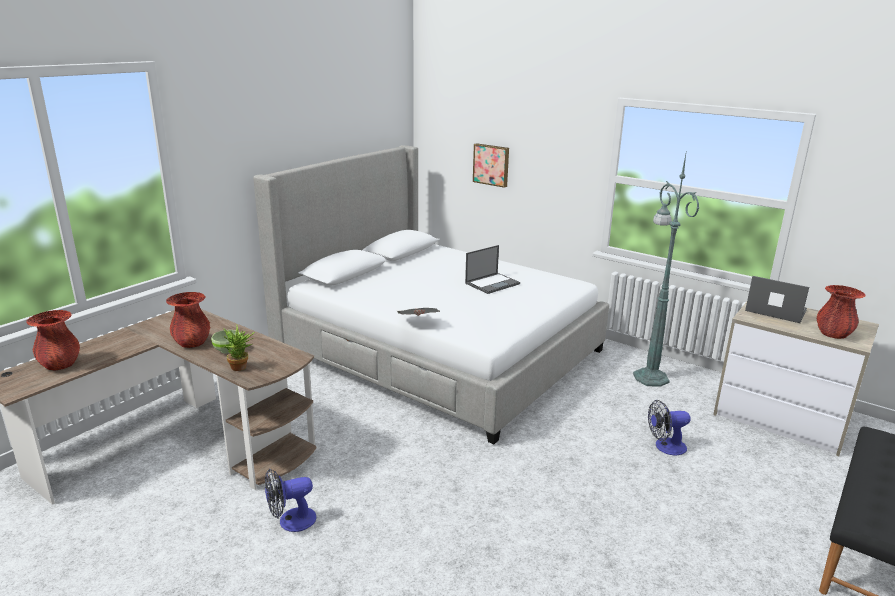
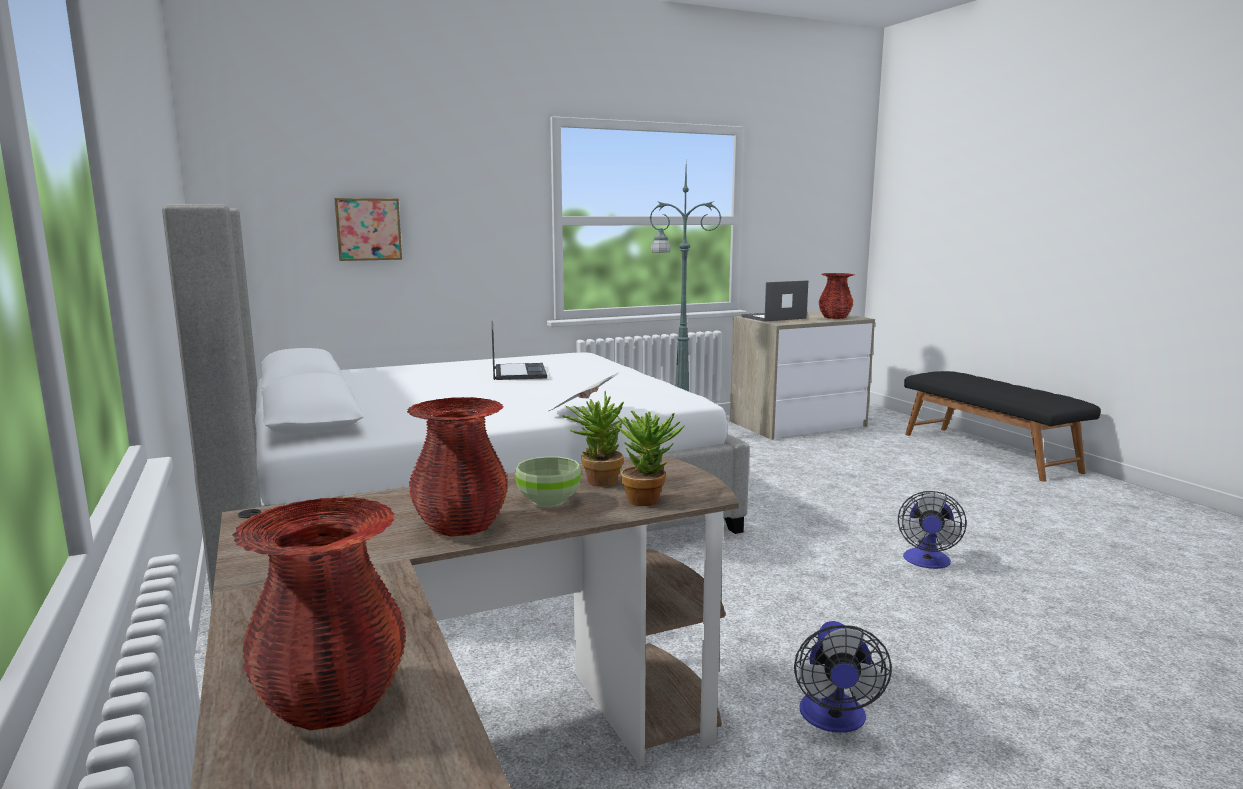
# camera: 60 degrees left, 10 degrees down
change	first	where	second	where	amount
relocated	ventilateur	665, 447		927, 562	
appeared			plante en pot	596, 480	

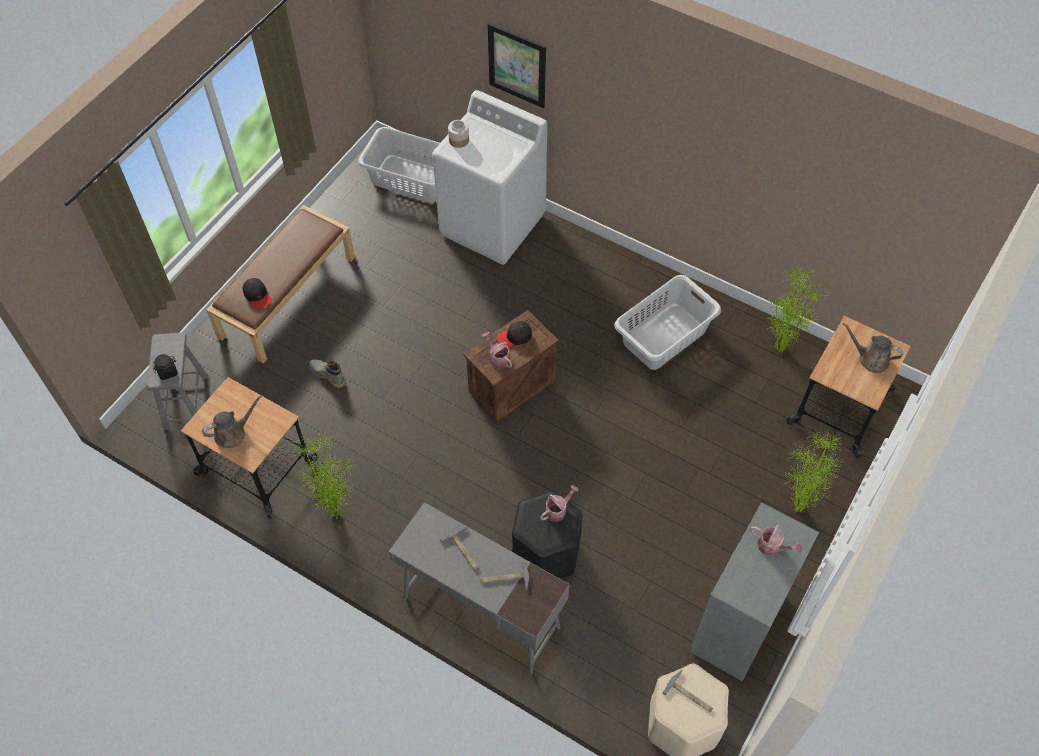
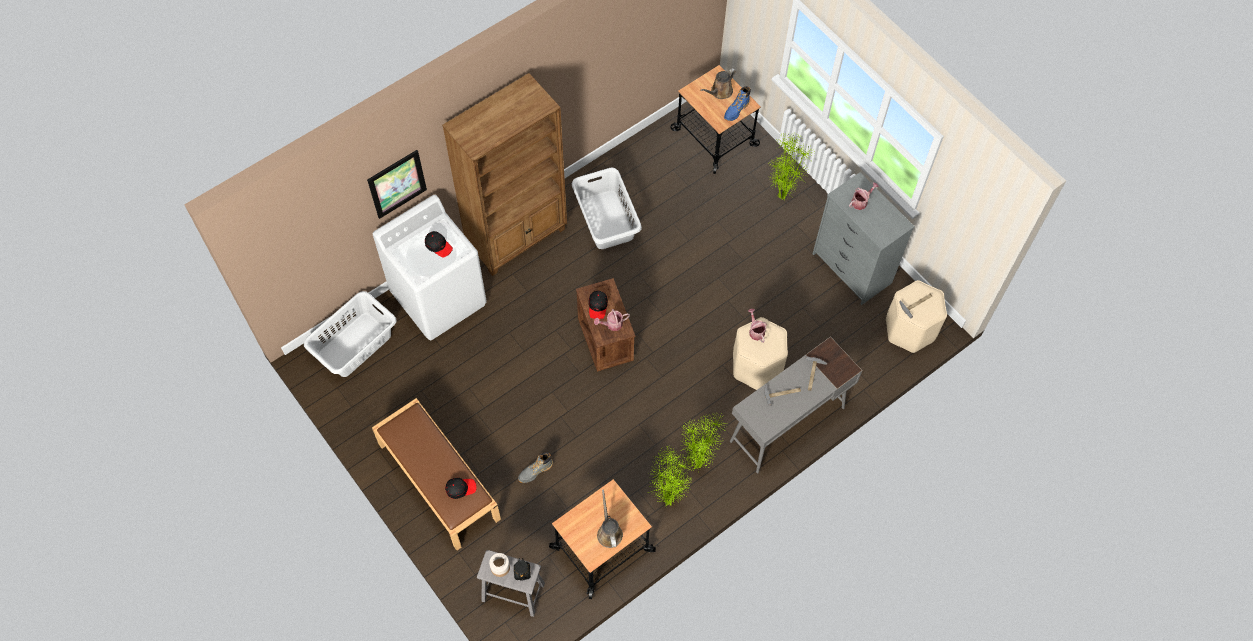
# camera: 70 degrees left, 5 degrees up
change	first	where	second	where	amount
relocated	bocal	458, 140		500, 567	
colour	tabouret (noir)	546, 553	tabouret (beige)	756, 366	
relocated	plante en pot	778, 350		698, 466	
appeared			casquette (noir)	438, 246	
appeared			bibliothèque (marron)	517, 237	
appeared			botte (bleu)	736, 110	

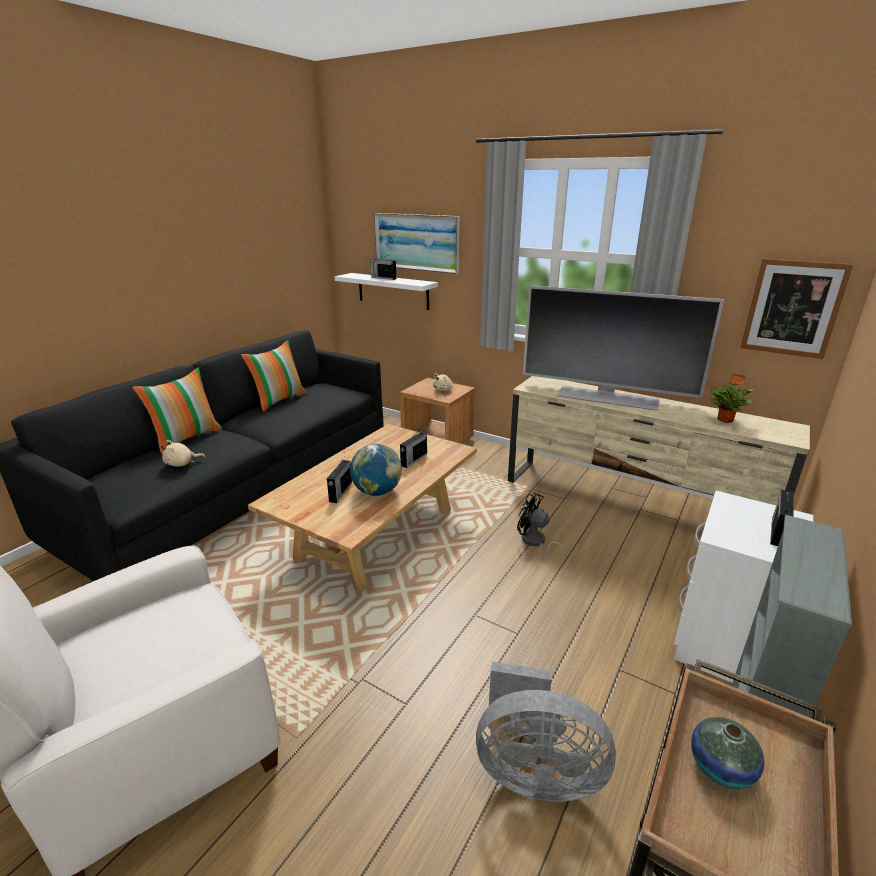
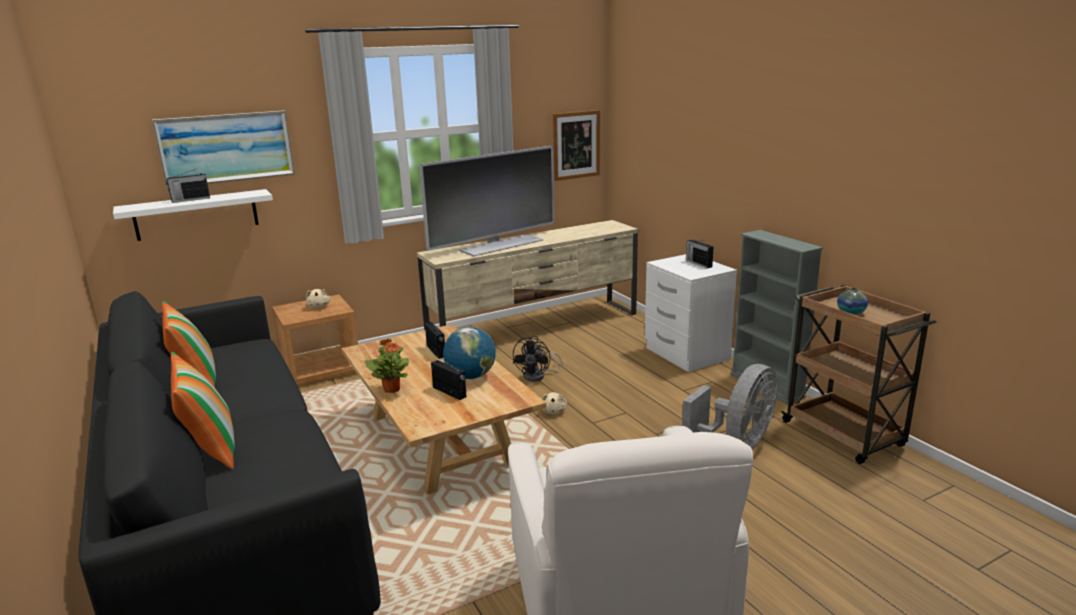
# camera: 60 degrees left, 5 degrees down
change	first	where	second	where	amount
relocated	peluche (beige)	181, 464		554, 411	
spun	ventilateur (noir)	535, 543		538, 376	45 degrees counterclockwise
relocated	plante en pot	725, 420		392, 389	

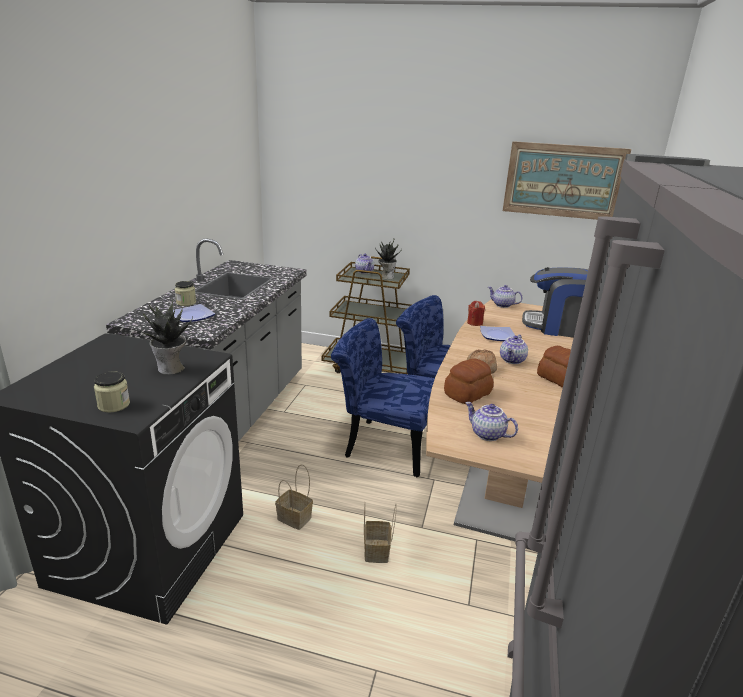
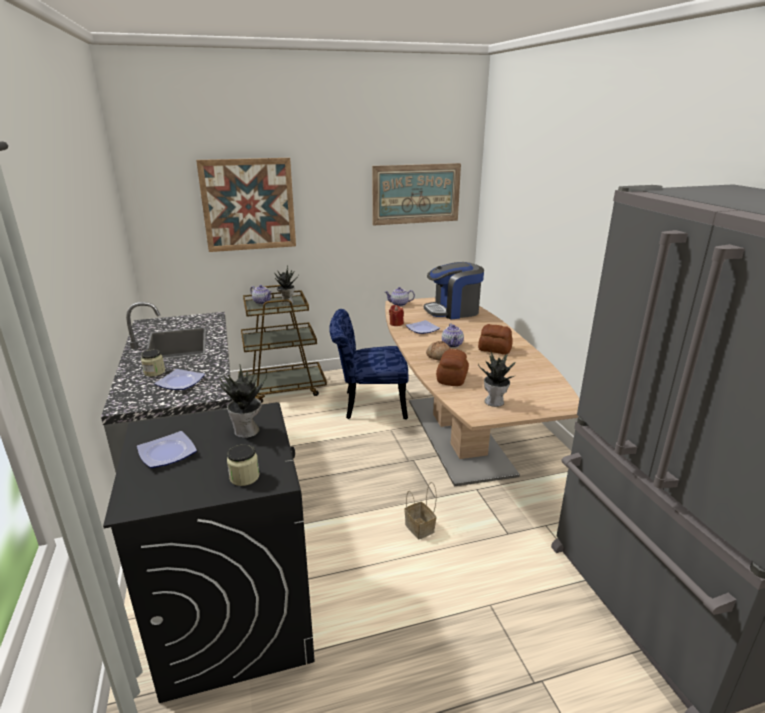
# camera: 30 degrees left, 0 degrees up
change	first	where	second	where	amount
missing	panier	295, 518			
missing	chaise (bleu)	382, 444			
exchanged	théière	487, 434	plante en pot	495, 402	
appeared			assiette	166, 453	
appeared			tableau	248, 205	

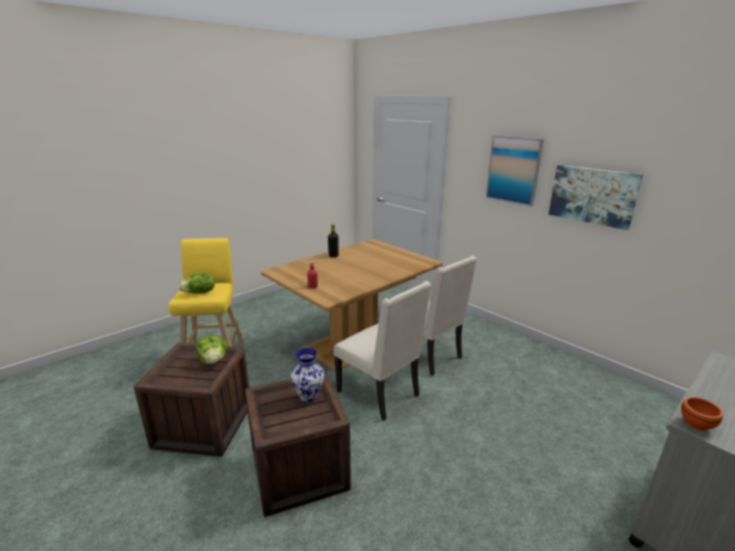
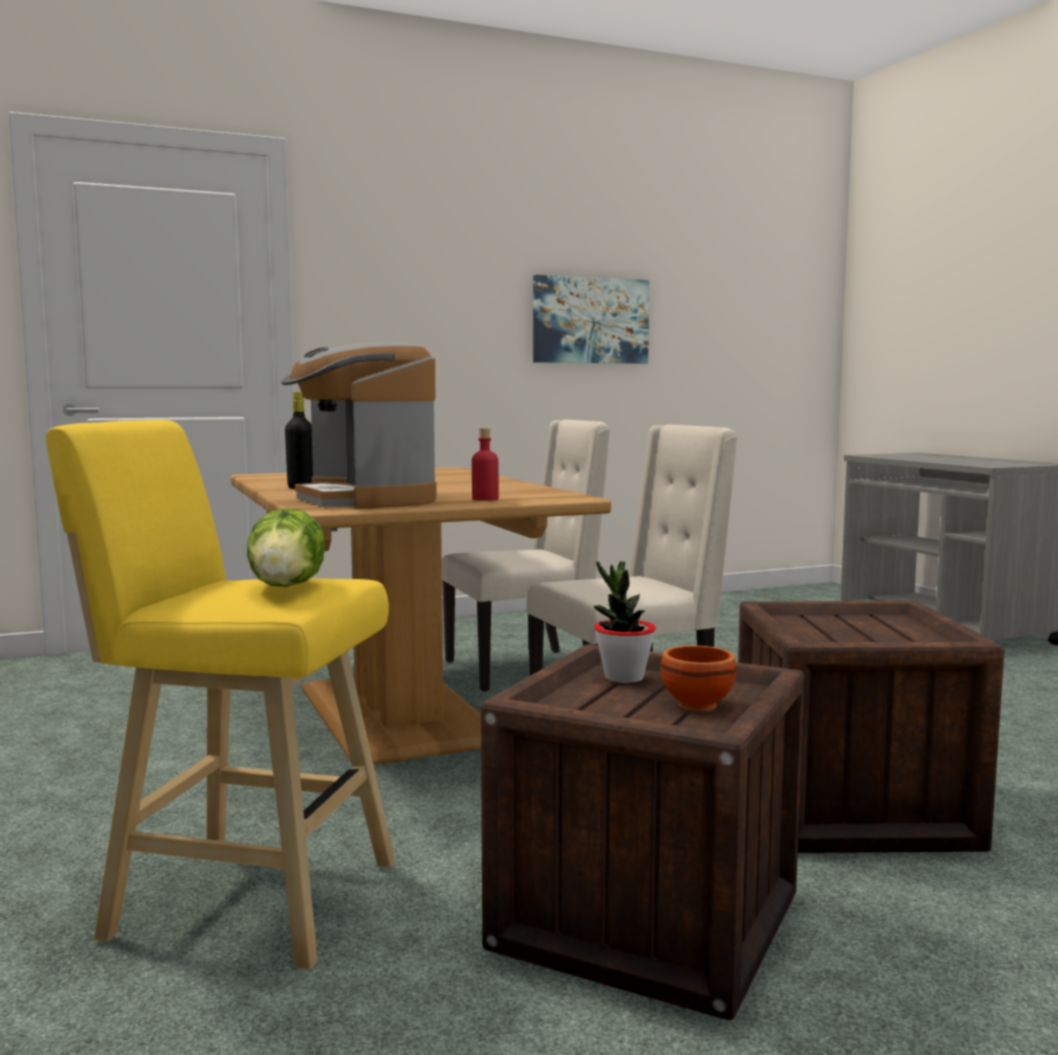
# camera: 70 degrees left, 15 degrees down
change	first	where	second	where	amount
exchanged	laitue	213, 361	plante en pot	623, 678	
missing	vase	309, 396			
missing	tableau	513, 170			
relocated	bol (marron)	695, 424		695, 704	
appeared			machine à café	364, 500	

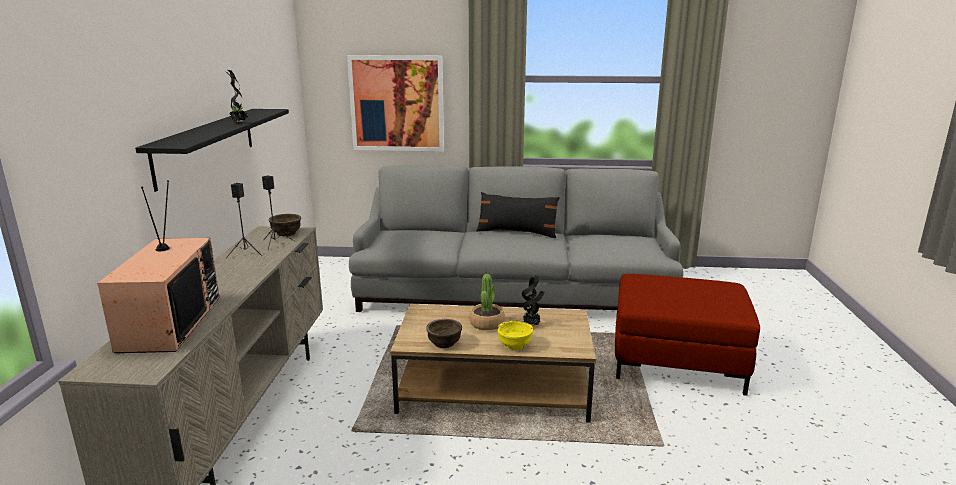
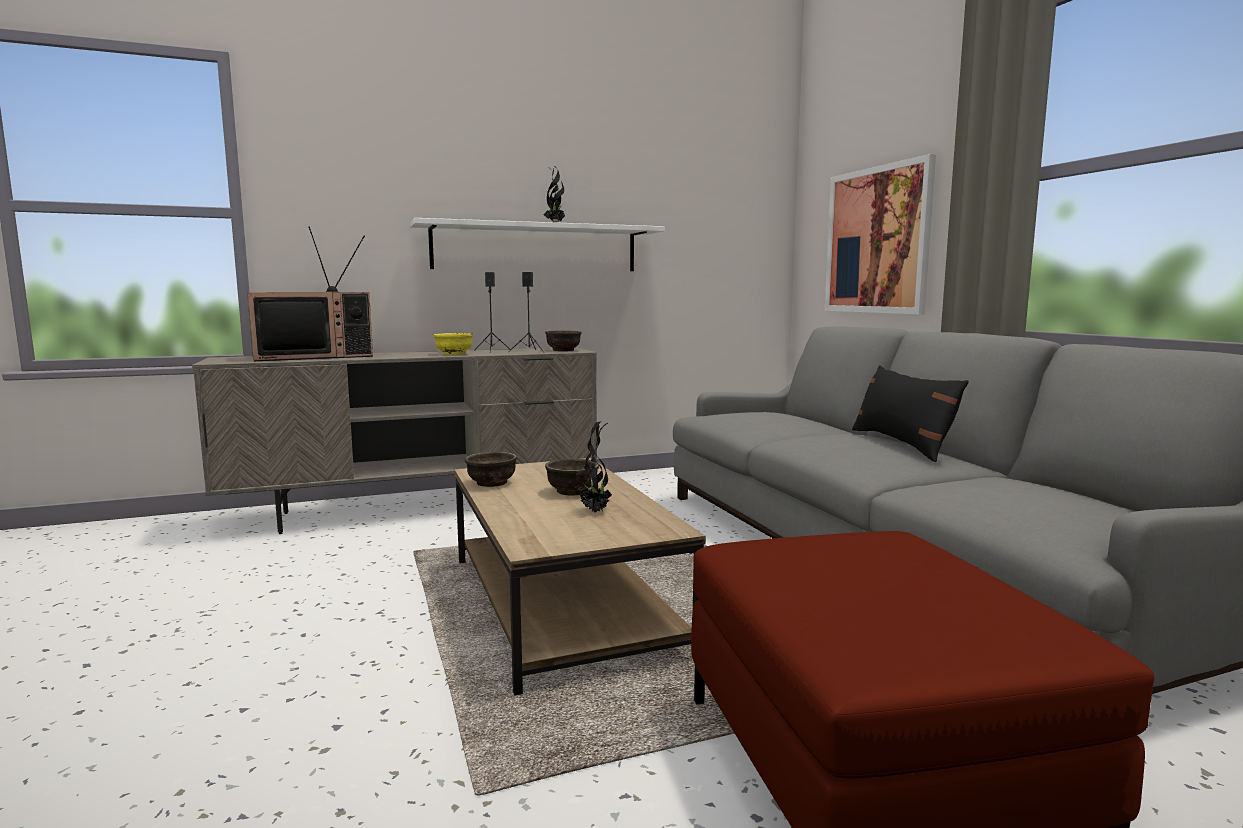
# camera: 65 degrees right, 10 degrees down
change	first	where	second	where	amount
colour	étagère (noir)	206, 145	étagère (blanc)	536, 248	
exchanged	plante en pot	487, 323	bol (marron)	572, 491	
relocated	bol (jaune)	515, 345		454, 354	

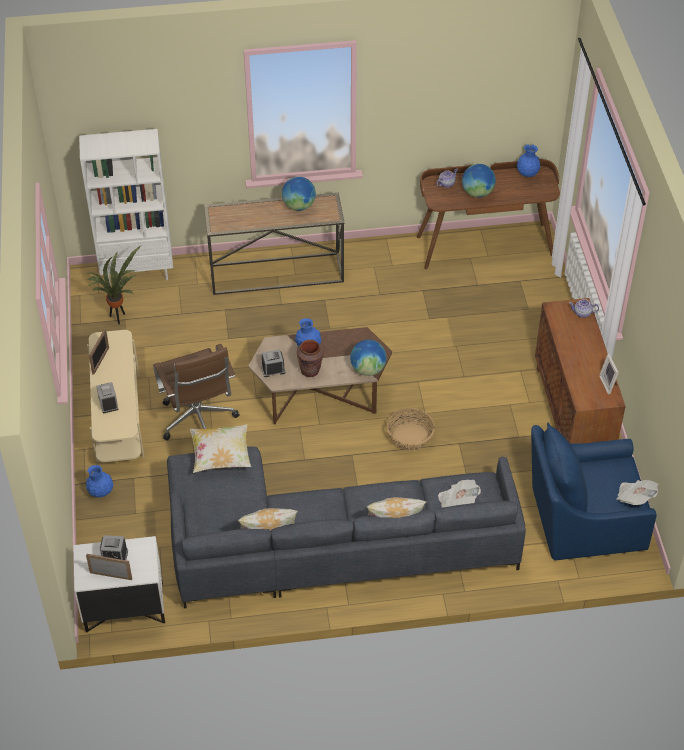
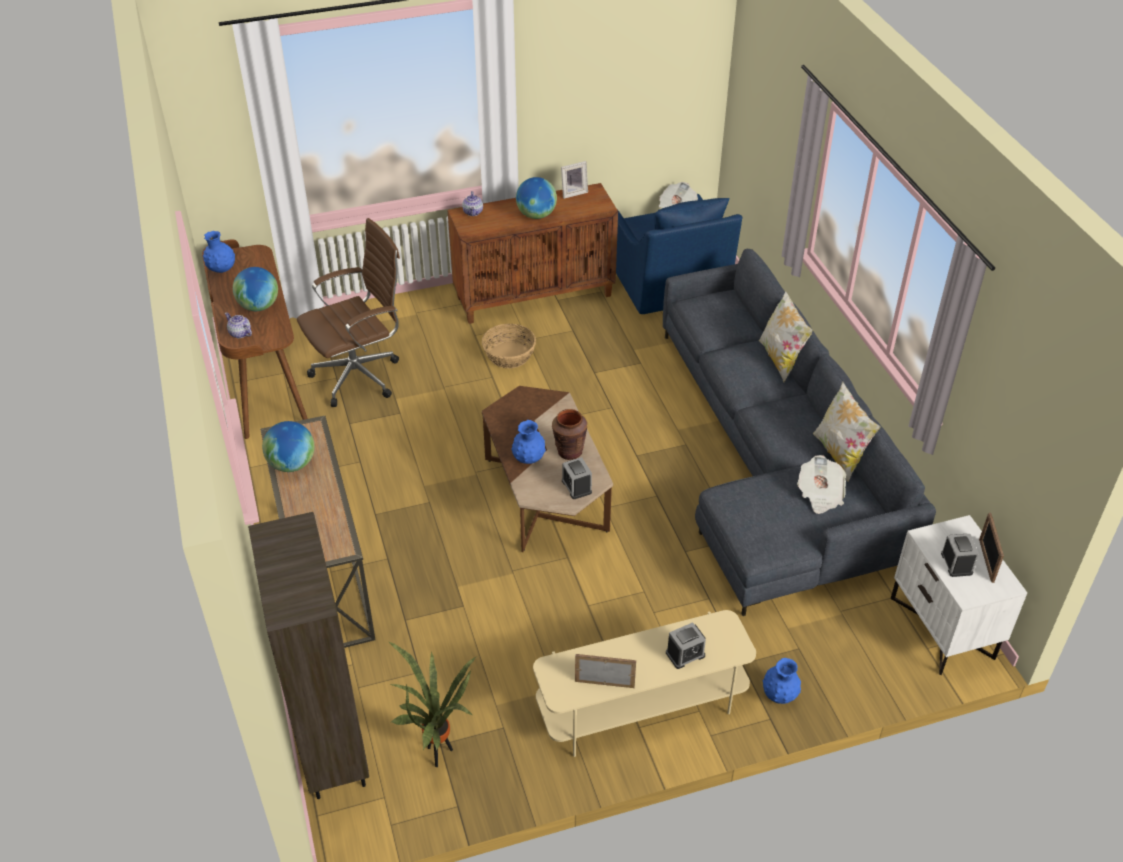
# camera: 100 degrees left, 5 degrees down
change	first	where	second	where	amount
colour	bibliothèque (blanc)	138, 272	bibliothèque (marron)	330, 750	
relocated	chaise de bureau (marron)	199, 422		360, 376	
missing	coussin	221, 457			
relocated	globe	368, 369		536, 215	
relocated	panier	410, 437		509, 355	
relocated	journal	457, 502		820, 495	

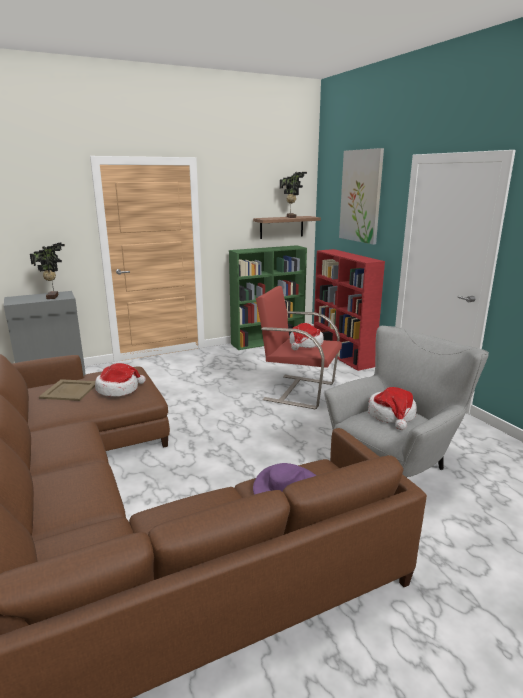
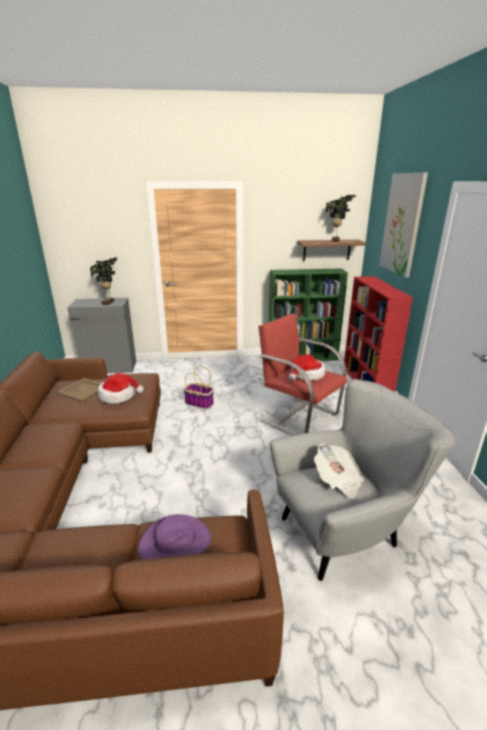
# camera: 20 degrees right, 5 degrees up
change	first	where	second	where	amount
exchanged	chapeau	392, 415	journal	337, 481	
appeared			panier	200, 403	

